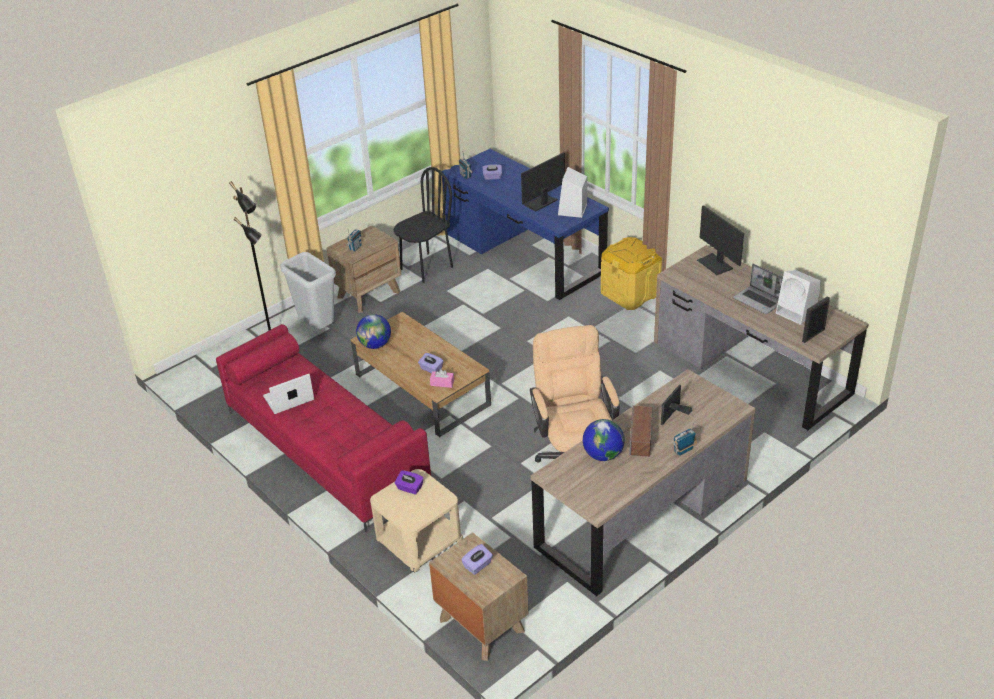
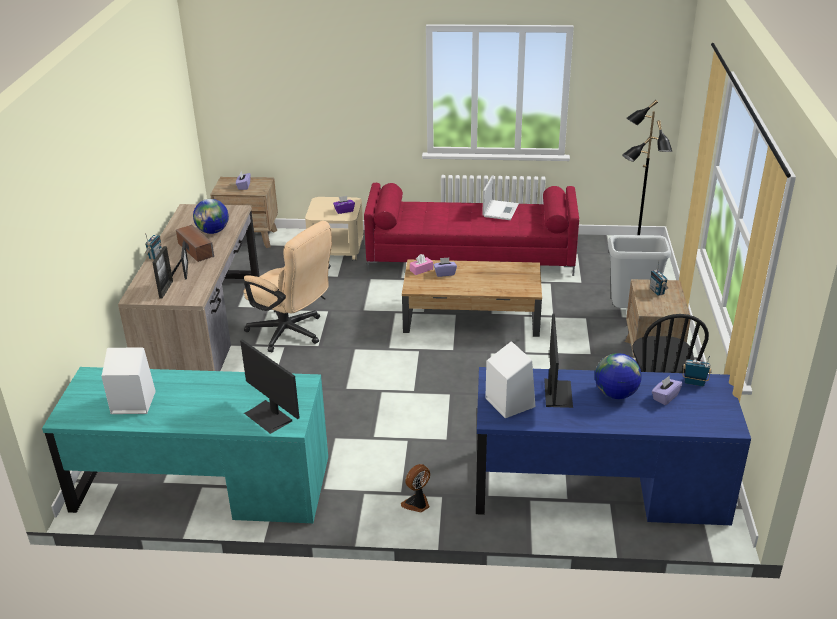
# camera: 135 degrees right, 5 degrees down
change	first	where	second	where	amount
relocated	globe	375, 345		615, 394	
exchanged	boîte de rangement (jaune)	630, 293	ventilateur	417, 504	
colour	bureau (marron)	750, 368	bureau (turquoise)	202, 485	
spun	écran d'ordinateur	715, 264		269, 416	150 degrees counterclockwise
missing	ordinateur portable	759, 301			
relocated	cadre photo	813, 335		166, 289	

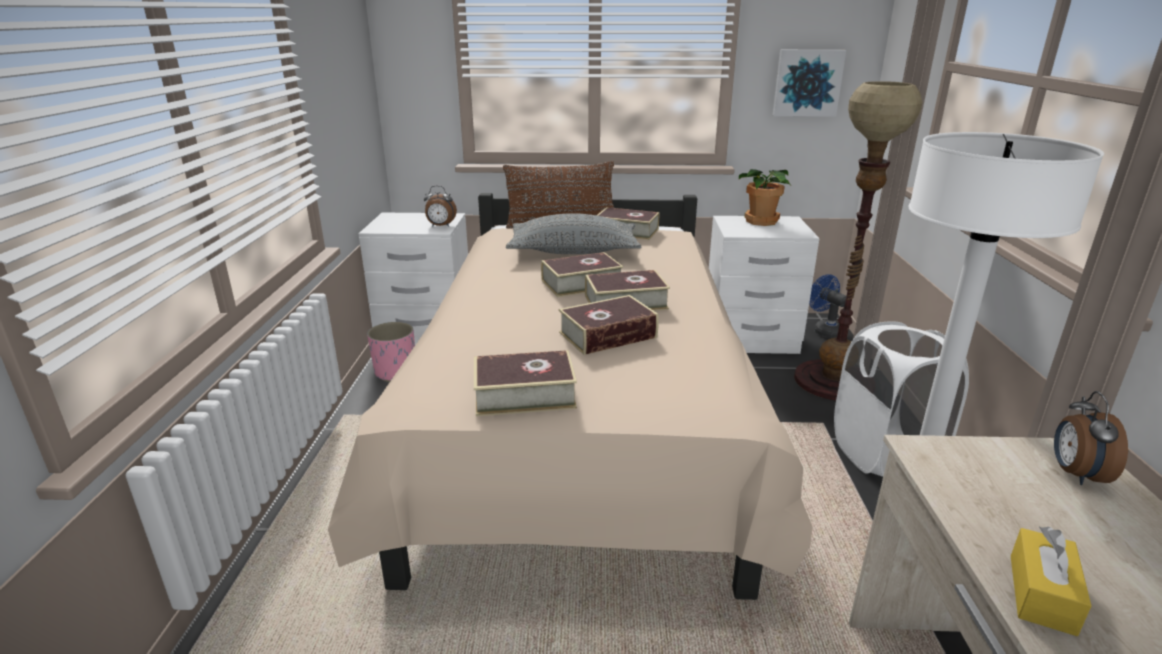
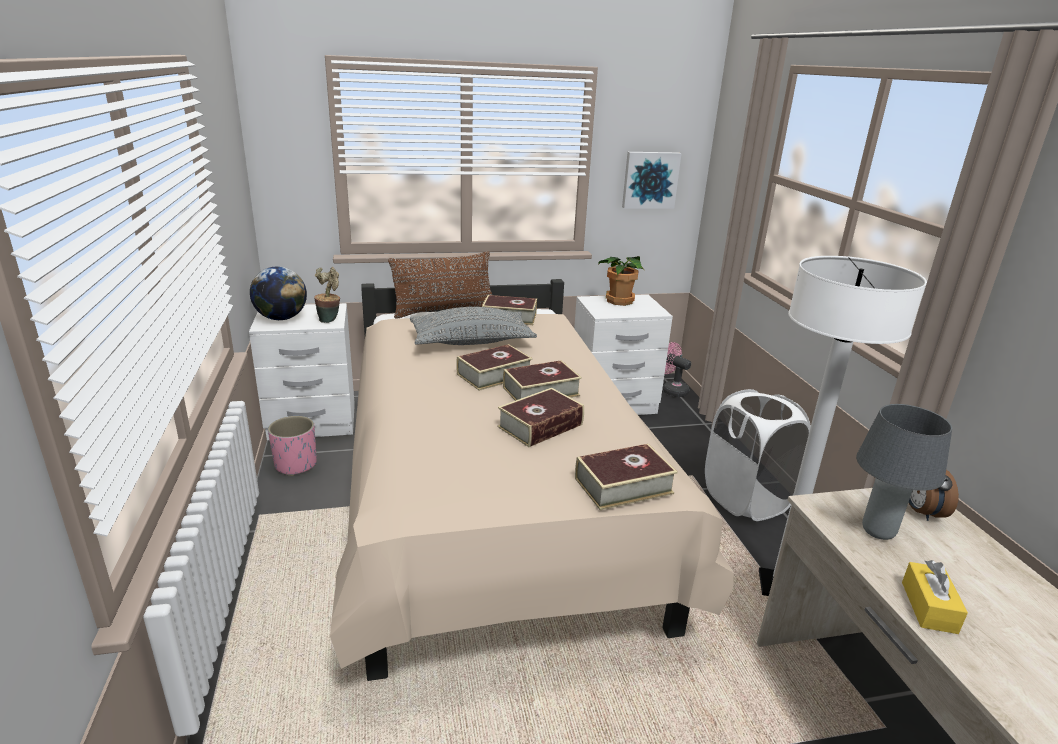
# camera: 15 degrees left, 0 degrees up
change	first	where	second	where	amount
exchanged	réveil	441, 226	plante en pot	330, 319	
relocated	livre	524, 394		623, 486	
missing	lampadaire	833, 381			
colour	ventilateur (bleu)	825, 330	ventilateur (rose)	671, 390	
appeared			globe	281, 318	
appeared			lampe de table (gris)	877, 531	

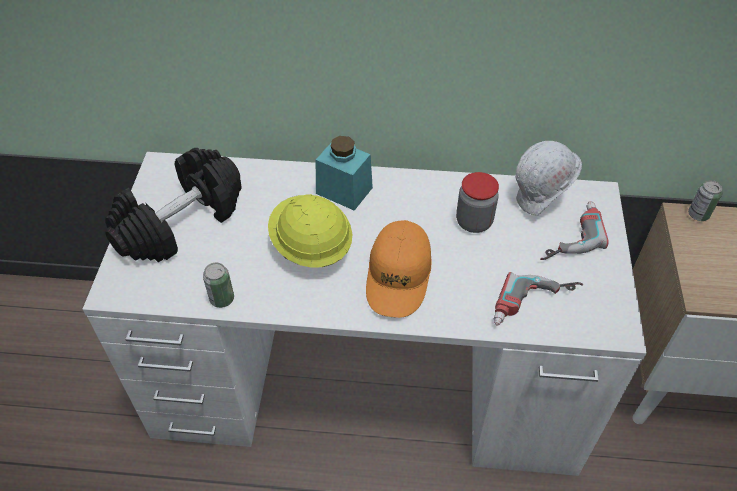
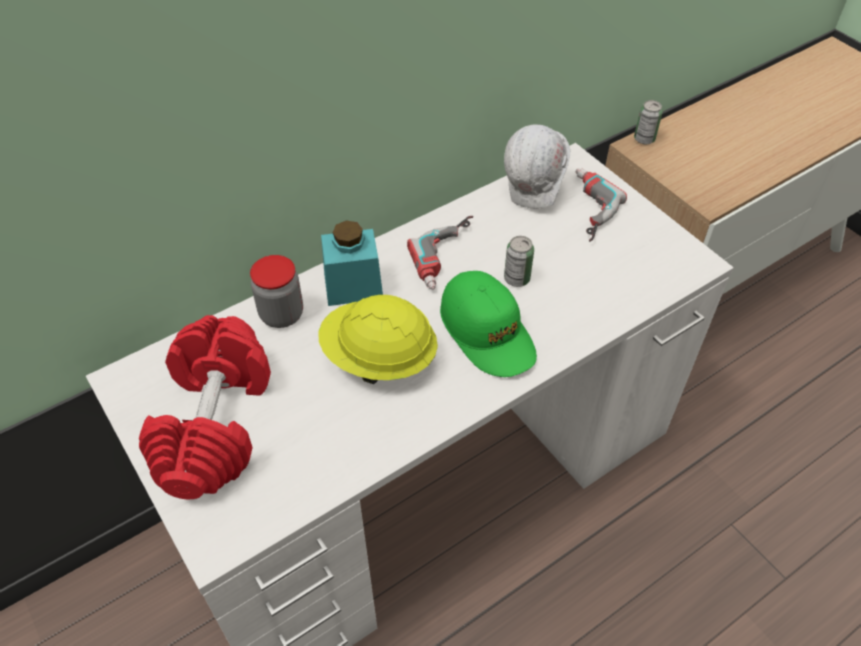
# camera: 40 degrees left, 0 degrees up
change	first	where	second	where	amount
colour	haltère (noir)	181, 223	haltère (rouge)	215, 424	
relocated	boîte métallique	222, 299		516, 279	
colour	casquette (orange)	398, 276	casquette (vert)	487, 332	
relocated	bocal	474, 222		281, 314	
relocated	perceuse	536, 307		450, 257	

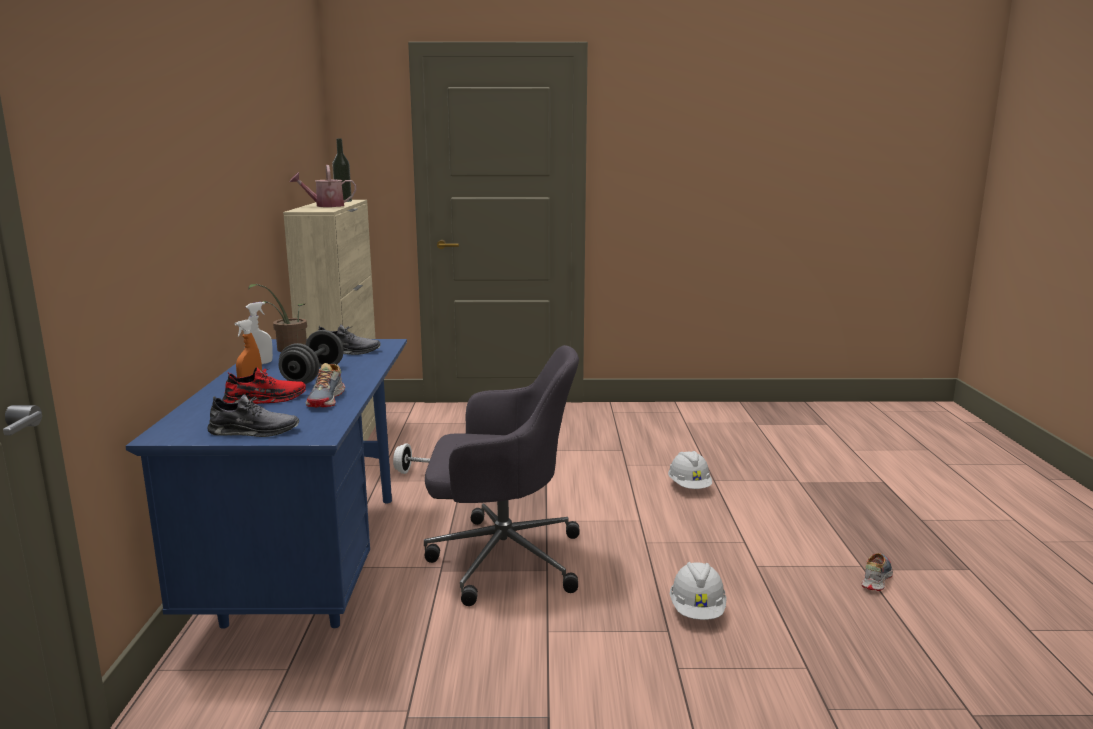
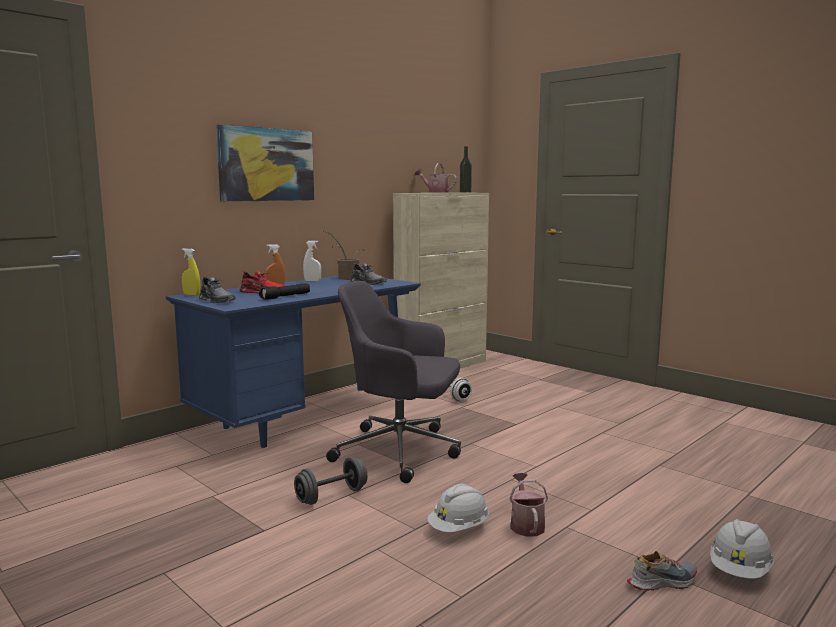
# camera: 45 degrees right, 5 degrees down
change	first	where	second	where	amount
relocated	haltère (gris)	313, 375		331, 496	
exchanged	chaussure	327, 399	lampe de poche (noir)	285, 297	
spun	chaise de bureau (gris)	501, 559		401, 451	150 degrees clockwise
relocated	casque de chantier (blanc)	689, 486		740, 570	
appeared			vaporisateur (jaune)	191, 295	
appeared			tableau	266, 164	
appeared			arrosoir	526, 524	

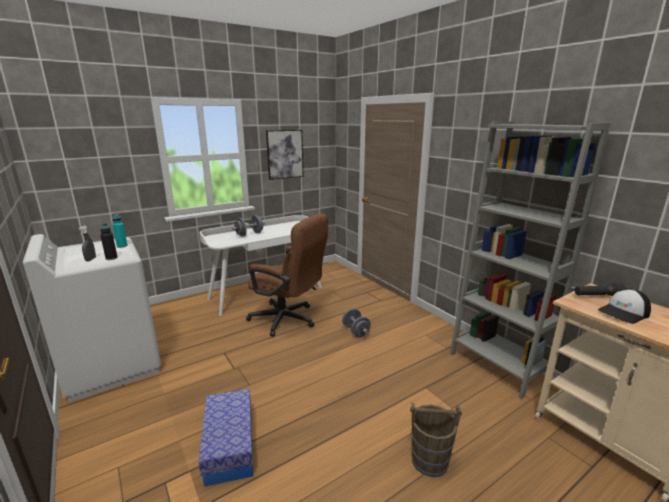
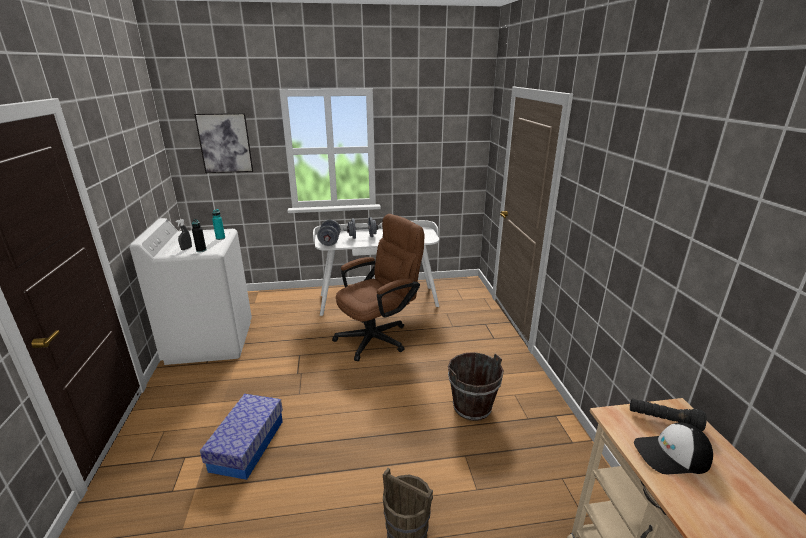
# camera: 25 degrees right, 5 degrees up
change	first	where	second	where	amount
spun	chaise de bureau (marron)	288, 320		379, 337	90 degrees counterclockwise
relocated	tableau	285, 154		225, 143	
relocated	haltère (gris)	356, 331		329, 242	
missing	bibliothèque (gris)	497, 366			
appeared			seau (marron)	472, 407	

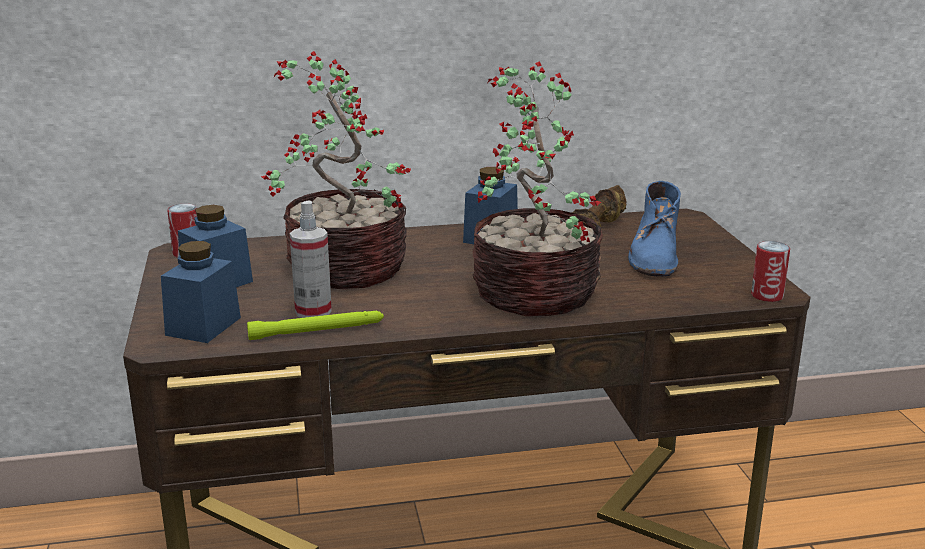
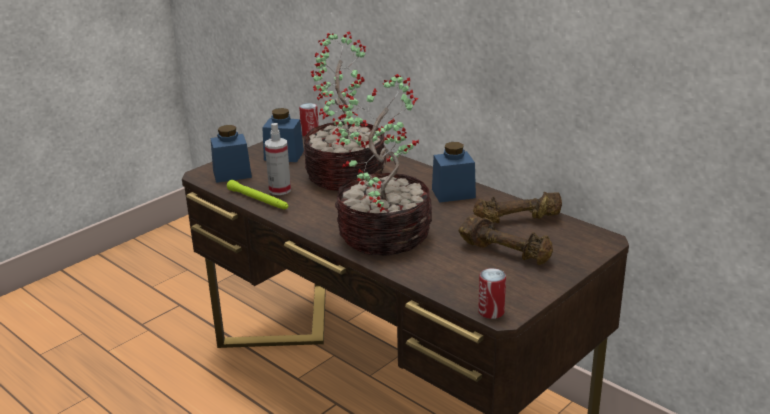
# camera: 55 degrees right, 5 degrees up
change	first	where	second	where	amount
exchanged	botte (bleu)	654, 255	haltère (marron)	506, 252	

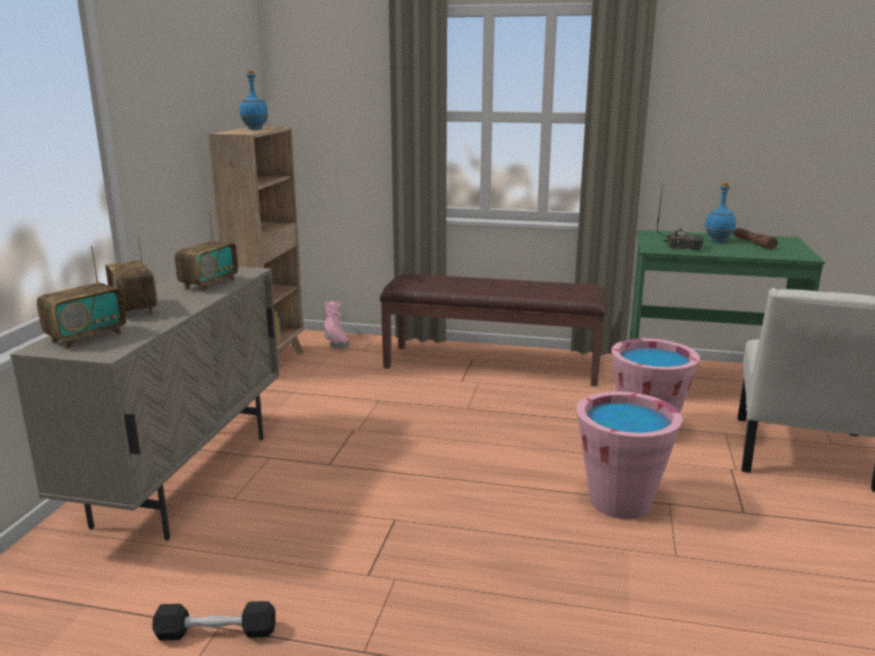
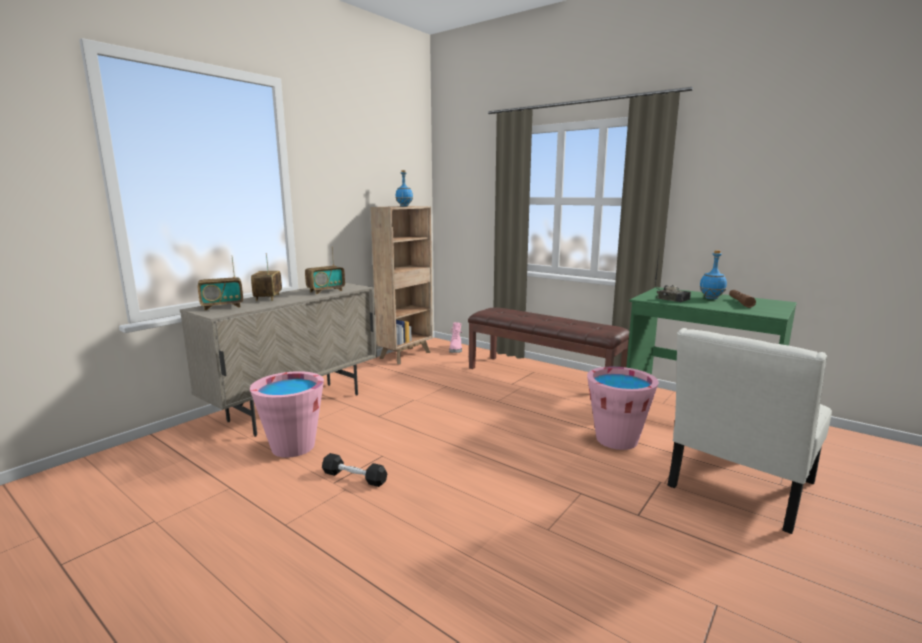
# camera: 25 degrees right, 5 degrees down
change	first	where	second	where	amount
relocated	haltère (noir)	216, 633		354, 477	
relocated	seau (rose)	620, 501		293, 447	

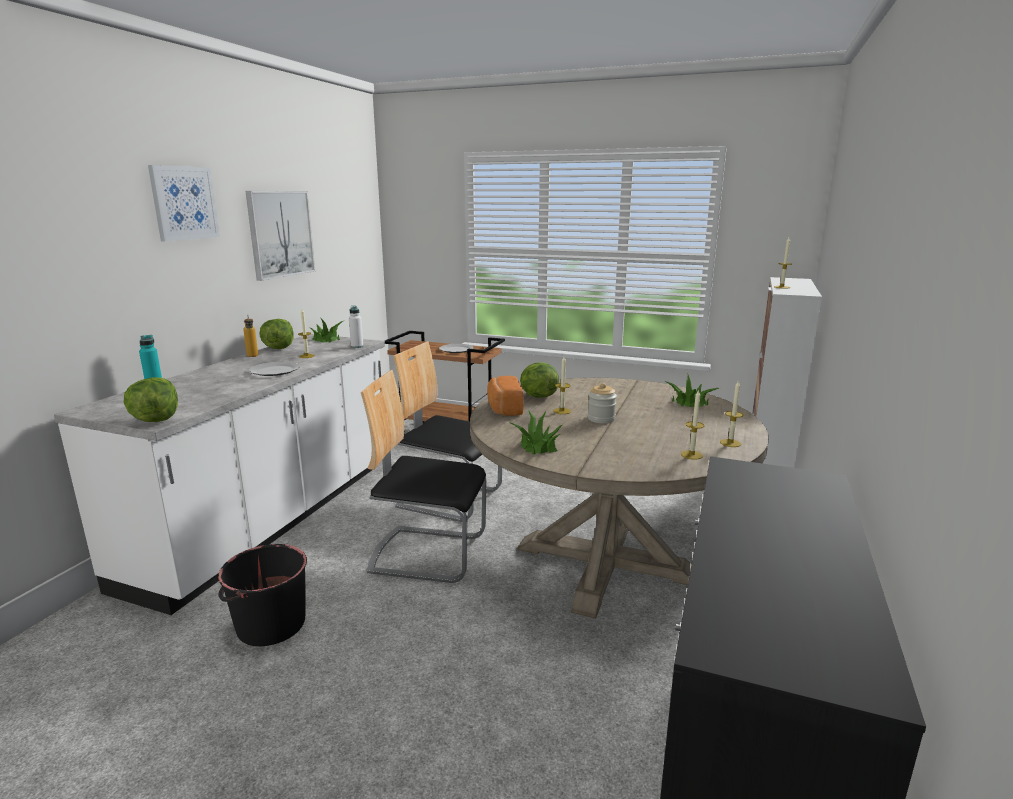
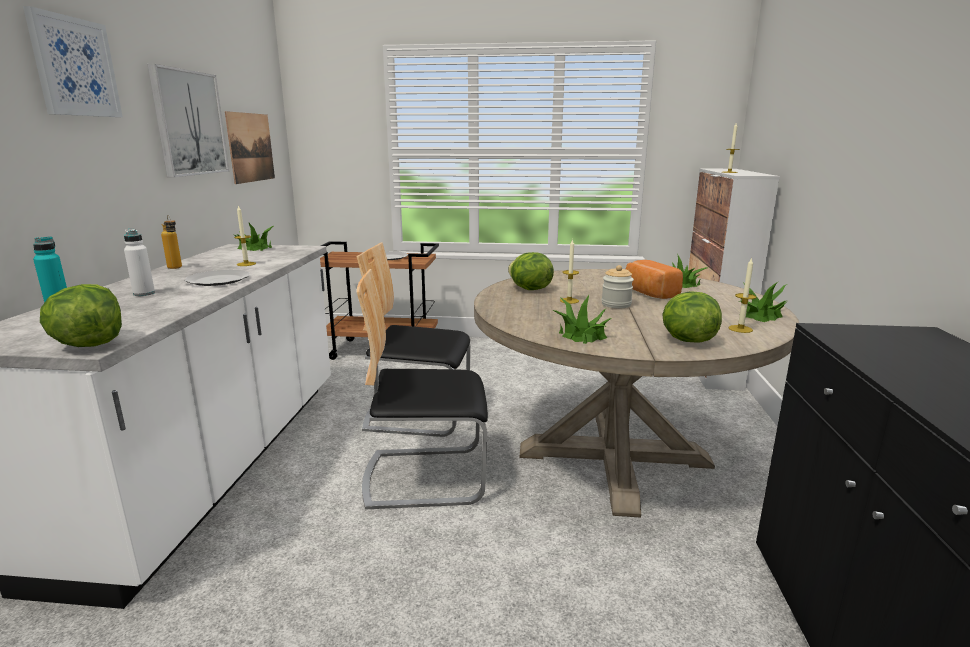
# camera: 15 degrees left, 0 degrees up
change	first	where	second	where	amount
missing	seau (noir)	270, 625			
relocated	laitue	278, 348		686, 340	
relocated	bouteille (blanc)	357, 346		144, 293	
relocated	pain	504, 408		649, 293	
exchanged	bougie	730, 443	plante en pot	761, 315	
appeared			tableau	251, 147	

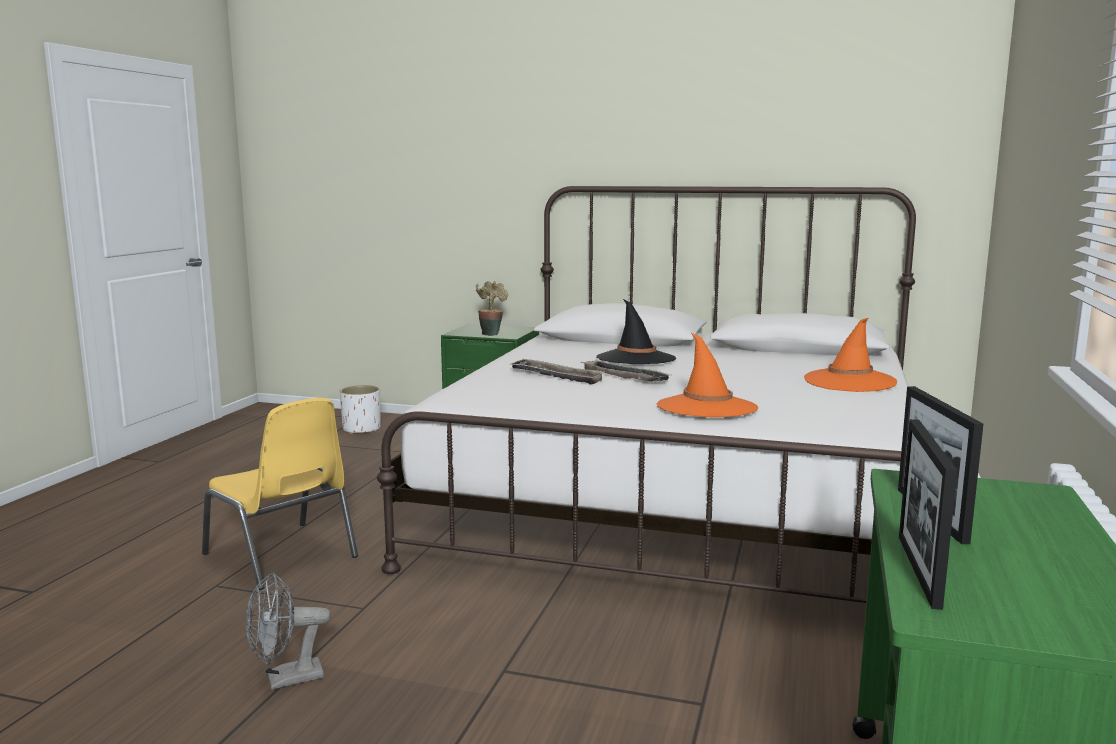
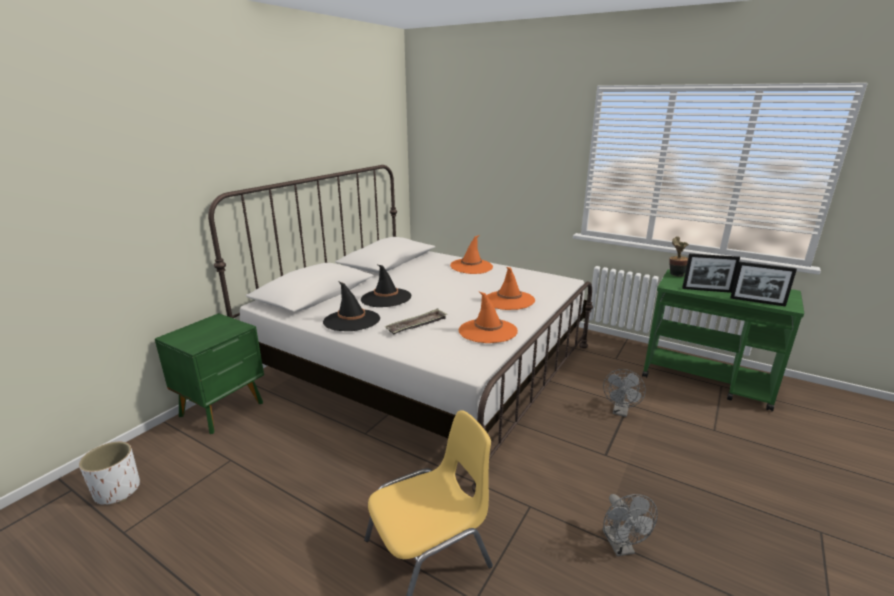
# camera: 75 degrees left, 10 degrees up
change	first	where	second	where	amount
relocated	plante en pot	491, 334		675, 275	
missing	plateau	624, 377			
appeared			chapeau (noir)	351, 320	
appeared			chapeau (orange)	487, 331	
appeared			ventilateur (gris)	620, 412	

